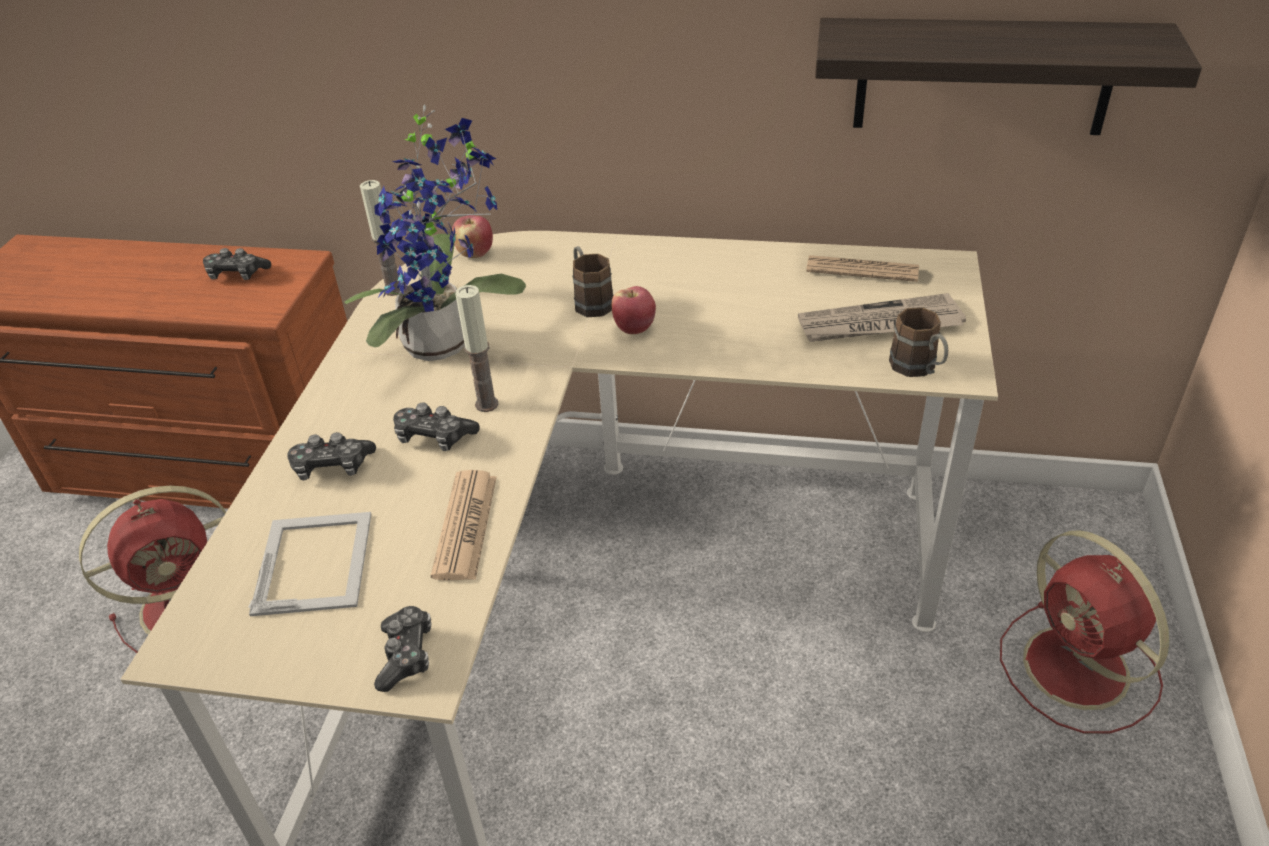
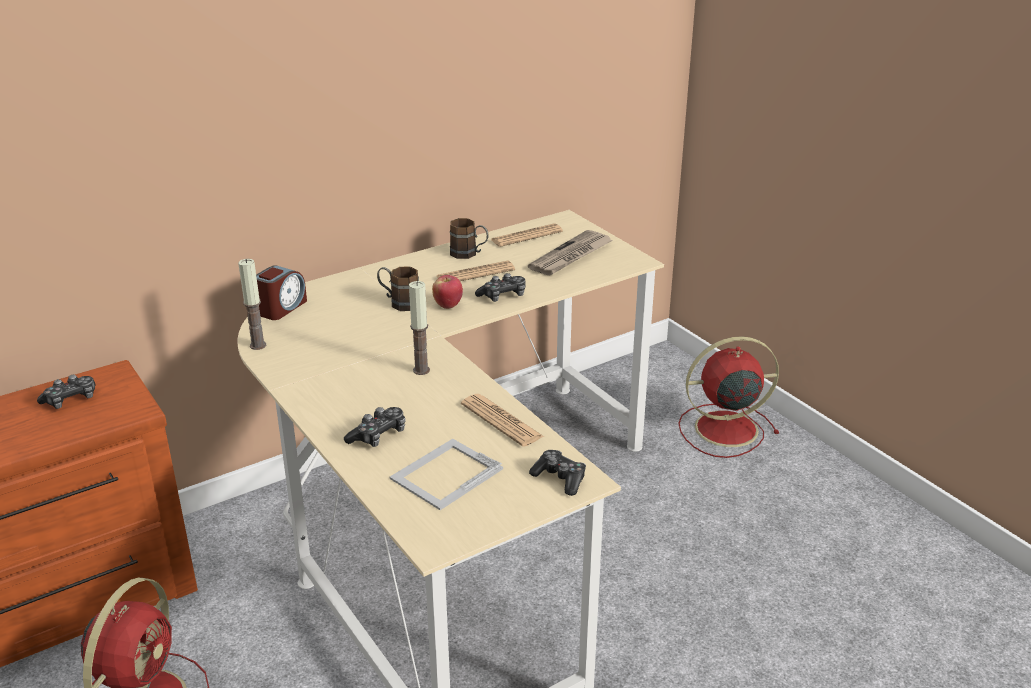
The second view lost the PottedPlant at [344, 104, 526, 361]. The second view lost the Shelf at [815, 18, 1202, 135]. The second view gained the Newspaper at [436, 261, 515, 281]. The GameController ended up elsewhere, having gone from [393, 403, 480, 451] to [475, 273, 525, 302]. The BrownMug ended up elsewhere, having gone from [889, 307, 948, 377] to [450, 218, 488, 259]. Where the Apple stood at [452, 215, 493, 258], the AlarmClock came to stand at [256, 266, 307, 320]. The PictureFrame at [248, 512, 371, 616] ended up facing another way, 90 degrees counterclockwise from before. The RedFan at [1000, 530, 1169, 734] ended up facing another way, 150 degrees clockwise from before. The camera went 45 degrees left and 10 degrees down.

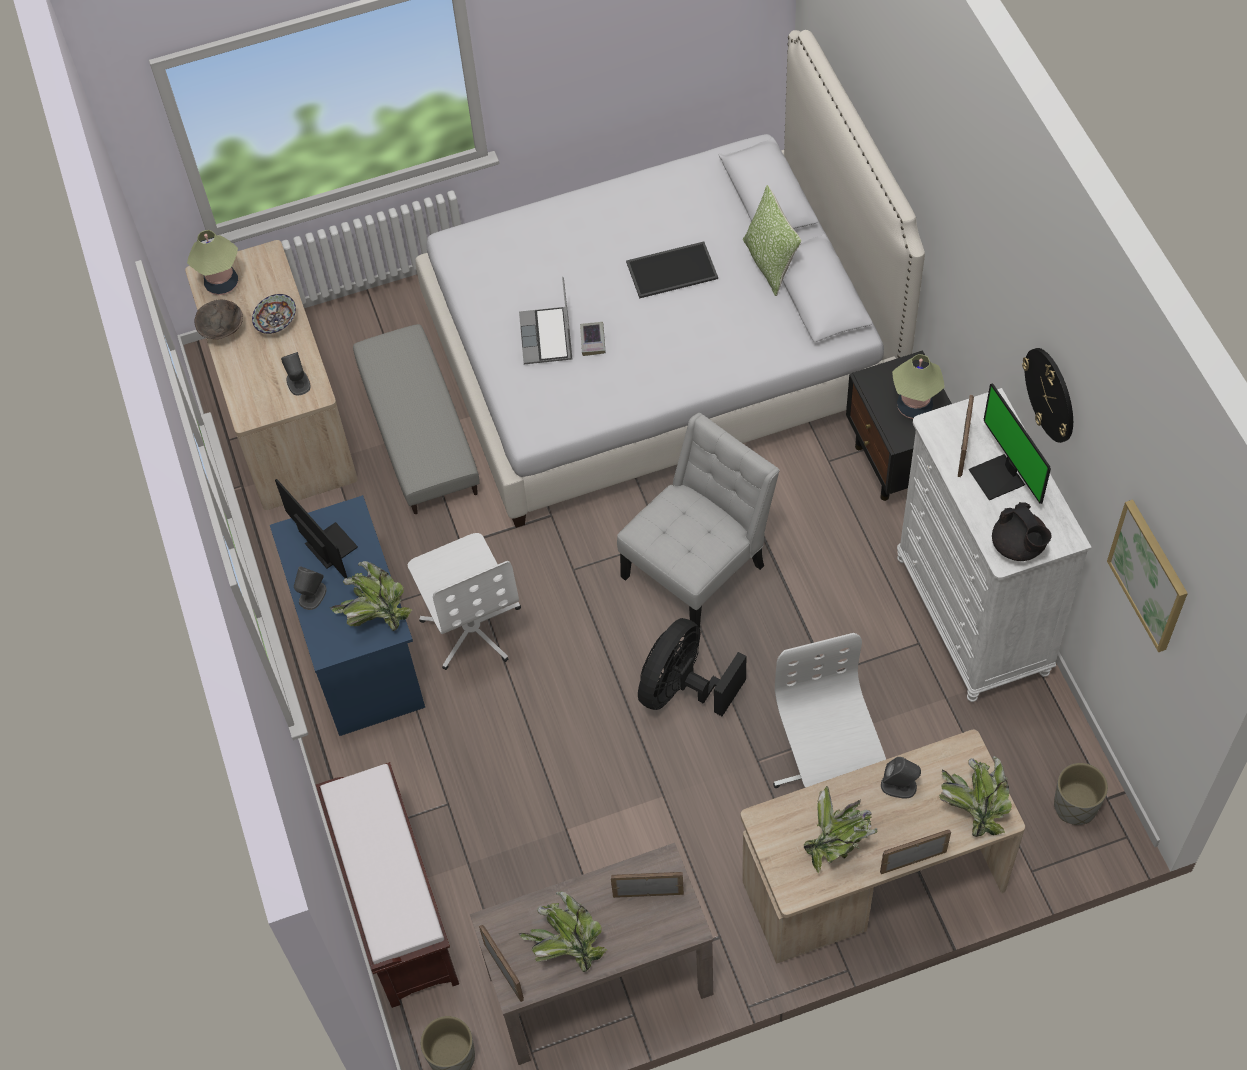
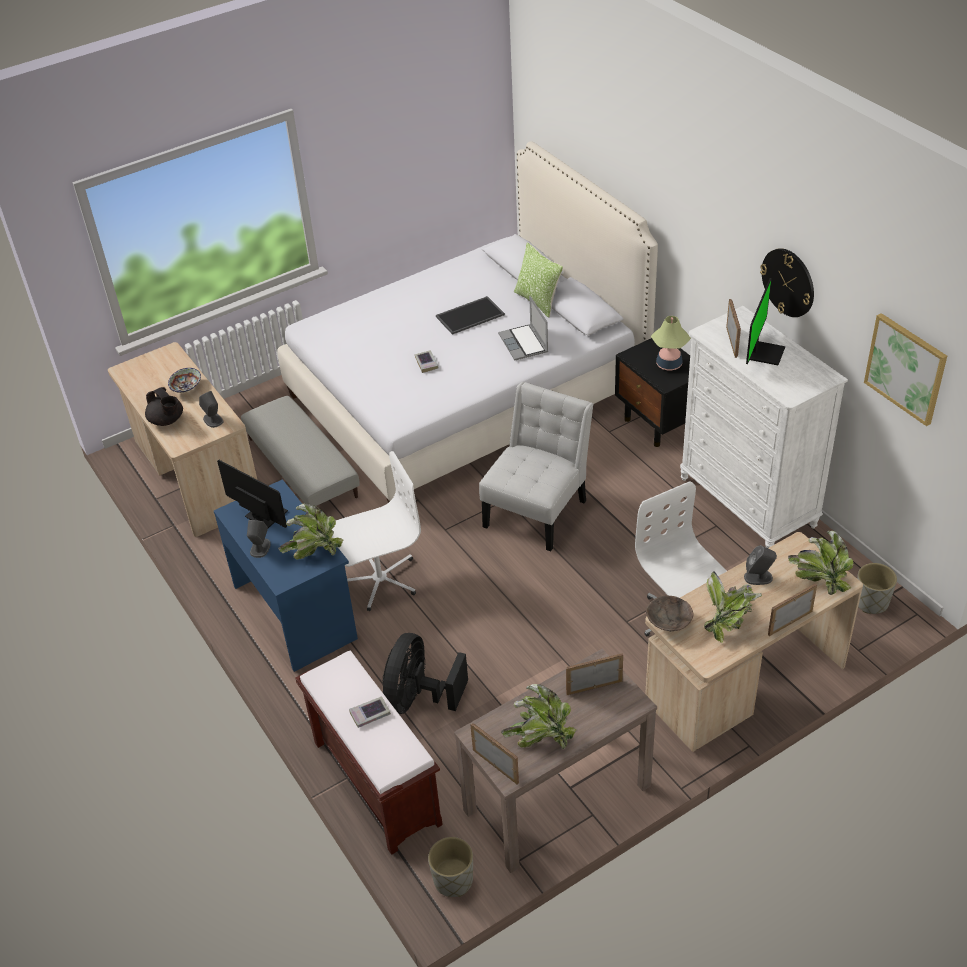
The second view lost the TableLamp at [187, 230, 238, 295]. The second view gained the Book at [349, 696, 391, 728]. The BrownBowl ended up elsewhere, having gone from [195, 300, 243, 339] to [646, 596, 694, 631]. The Laptop ended up elsewhere, having gone from [519, 277, 573, 364] to [498, 296, 548, 361]. The BlackFan ended up elsewhere, having gone from [638, 618, 746, 716] to [382, 633, 468, 714]. The BlackTeapot ended up elsewhere, having gone from [992, 502, 1052, 561] to [145, 387, 183, 426]. The WhiteOfficeChair at [408, 533, 521, 670] ended up facing another way, 75 degrees counterclockwise from before. The Monitor at [969, 384, 1051, 504] ended up facing another way, 120 degrees counterclockwise from before. The camera went 15 degrees left and 15 degrees down.

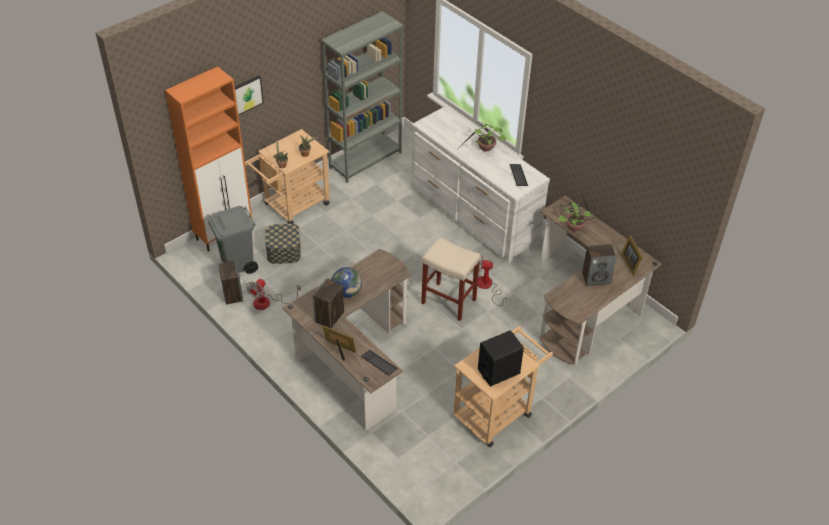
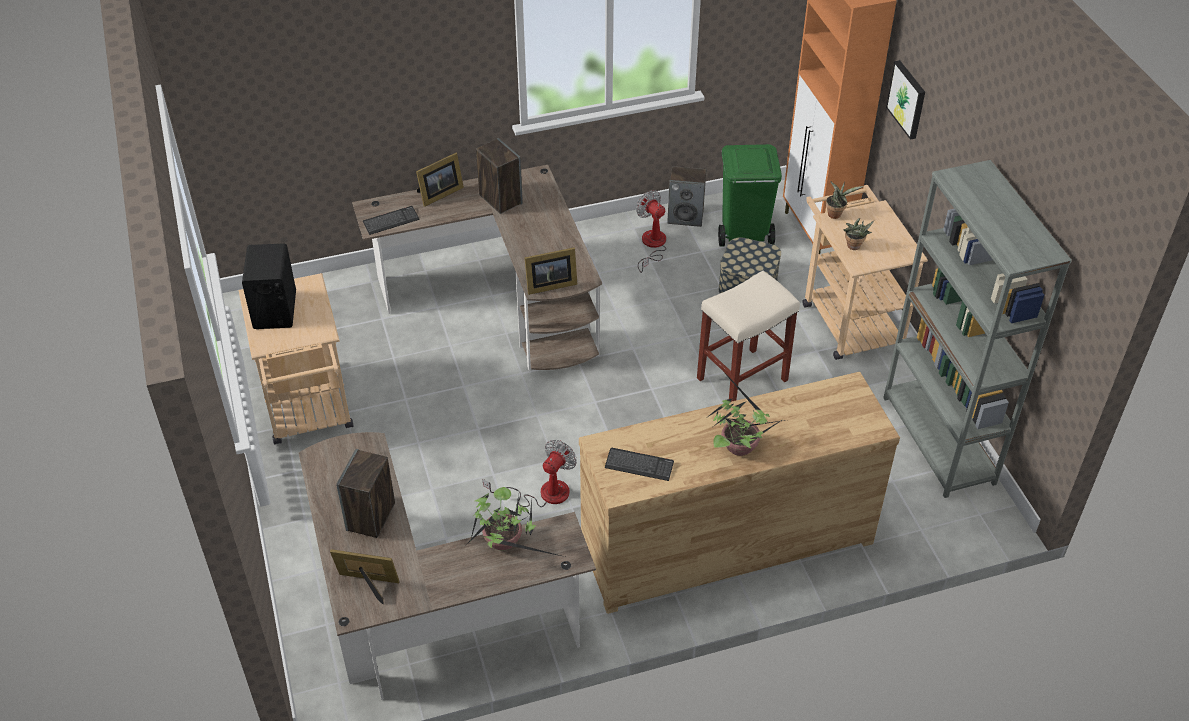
The second view lost the Globe at [332, 267, 362, 298]. The second view gained the PictureFrame at [525, 247, 577, 295]. The BeigeStool ended up elsewhere, having gone from [421, 237, 481, 321] to [697, 271, 800, 402]. What was the GreyTrashCan at [208, 206, 258, 274] turned into the GreenTrashCan at [718, 144, 782, 246]. What was the WhiteDresser at [411, 106, 550, 263] turned into the BrownDresser at [579, 372, 900, 614]. The camera went 115 degrees right and 0 degrees up.

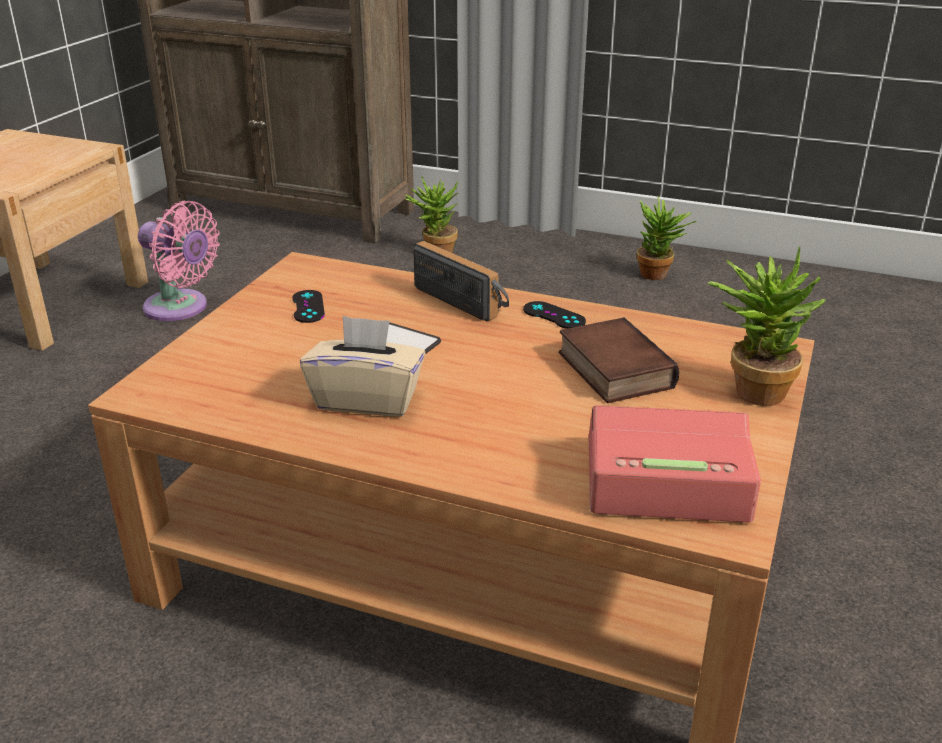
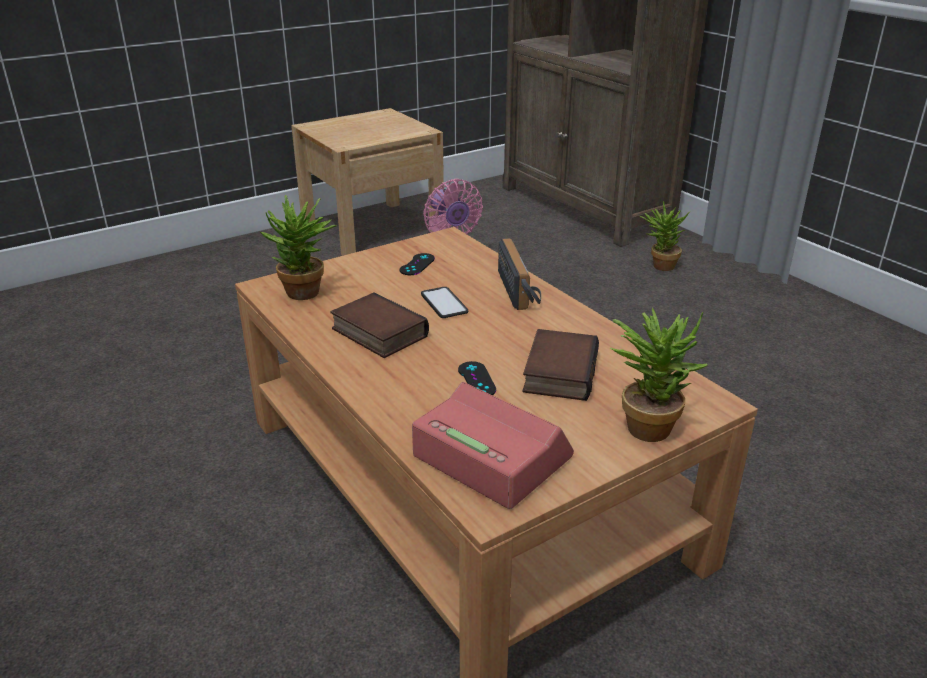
The BlackGameController ended up elsewhere, having gone from [523, 301, 586, 329] to [458, 361, 496, 395]. The PottedPlant ended up elsewhere, having gone from [637, 196, 697, 280] to [260, 195, 337, 300]. Where the BeigeTissueBox stood at [300, 316, 426, 416], the Book came to stand at [331, 292, 429, 358]. The camera went 35 degrees right and 0 degrees up.

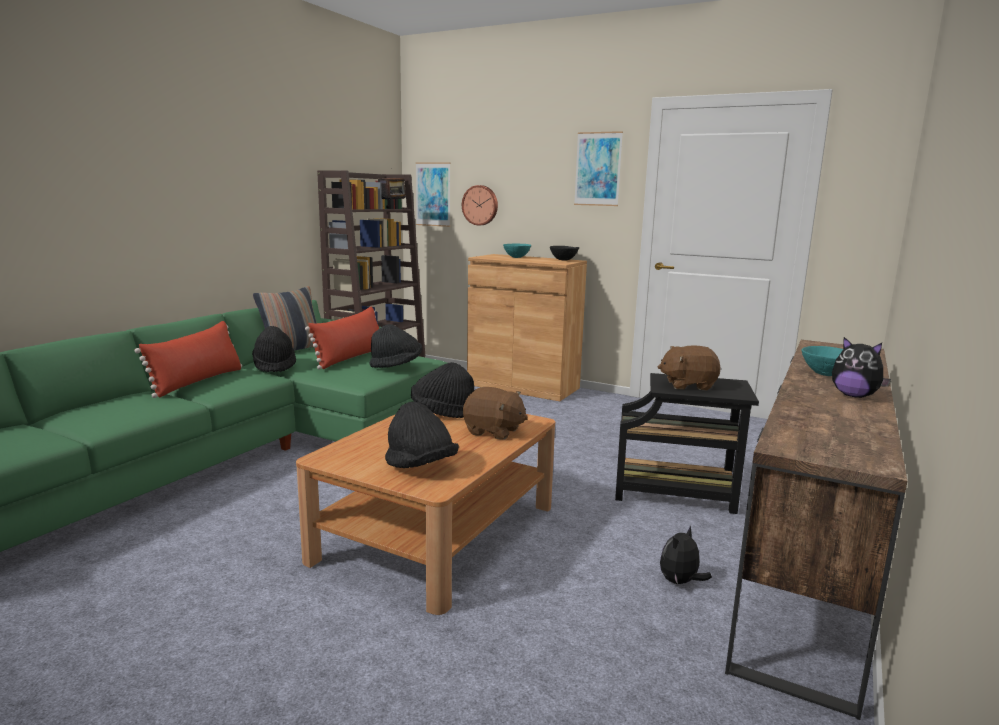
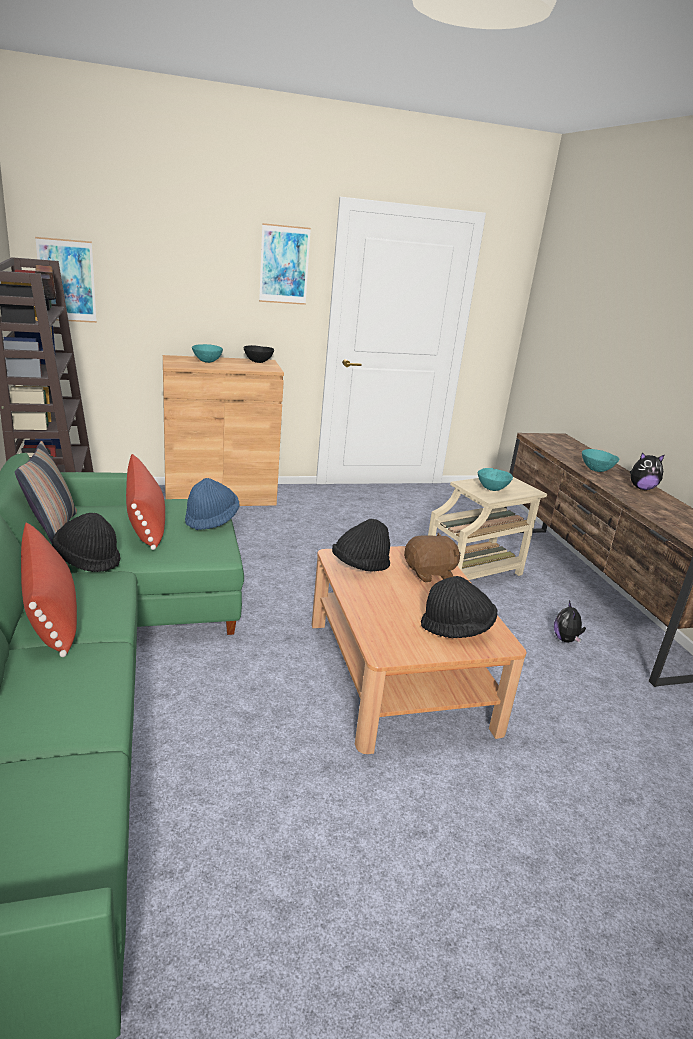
The second view lost the WallClock at [462, 185, 498, 226]. Where the BrownPlushToy stood at [658, 345, 721, 390], the TurquoiseBowl came to stand at [478, 468, 513, 491]. What was the BlackHat at [369, 324, 422, 368] turned into the BlueHat at [185, 478, 240, 530]. What was the BlackSideTable at [615, 373, 759, 514] turned into the BeigeSideTable at [428, 477, 547, 580]. The camera went 45 degrees left and 10 degrees up.

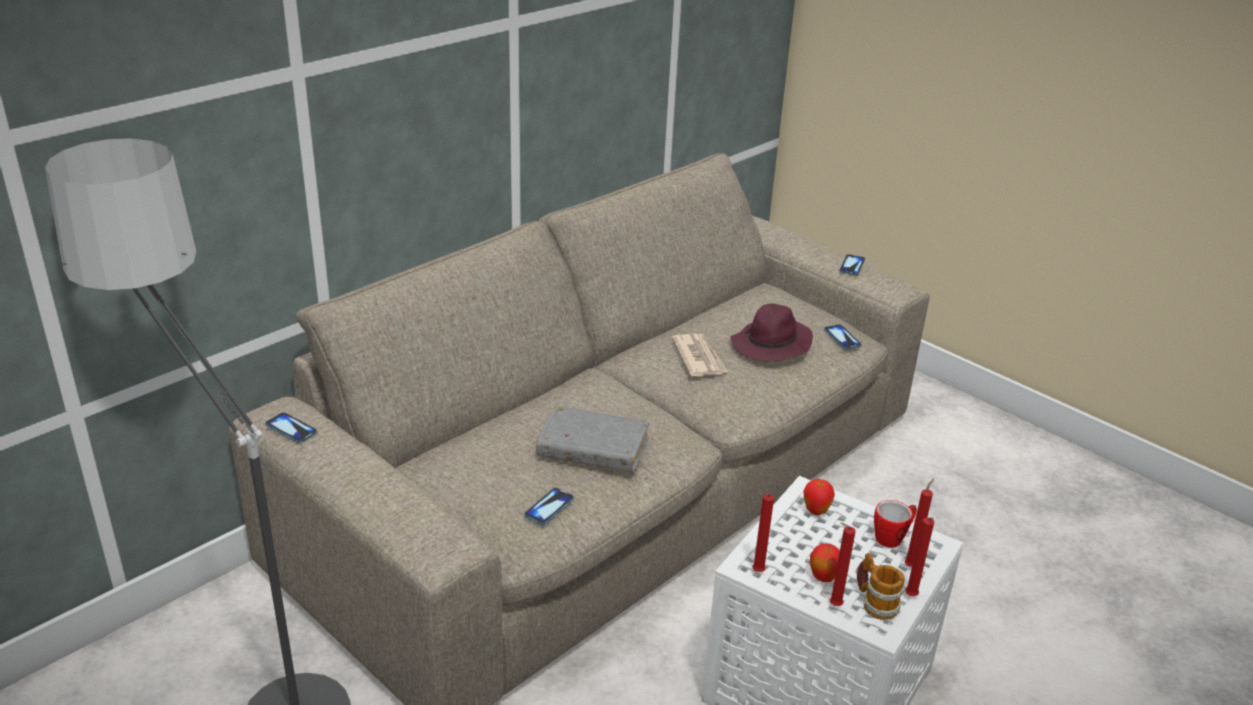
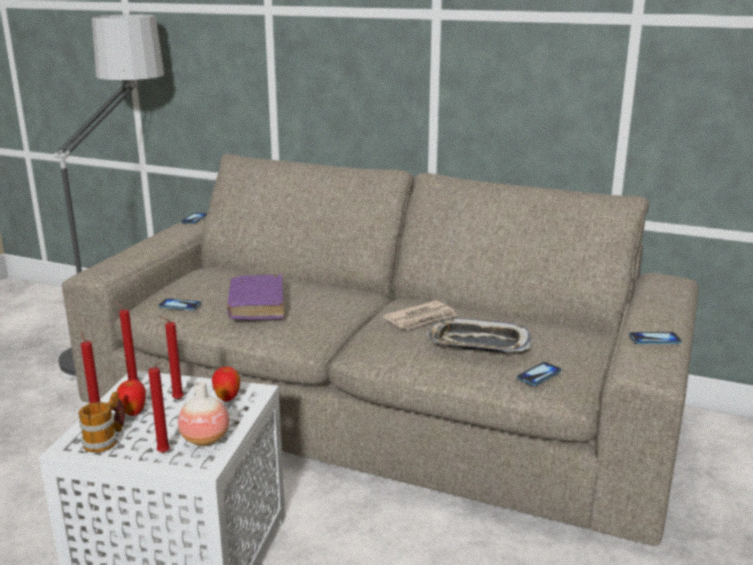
The RedCandle ended up elsewhere, having gone from [905, 517, 934, 596] to [159, 316, 184, 400]. Where the PurpleHat stood at [730, 303, 813, 361], the Tray came to stand at [427, 318, 532, 353]. Where the Mug stood at [874, 500, 917, 548], the Vase came to stand at [178, 381, 229, 446]. What was the GreyBook at [536, 405, 649, 472] turned into the PurpleBook at [227, 274, 285, 319]. The camera went 70 degrees right and 10 degrees down.

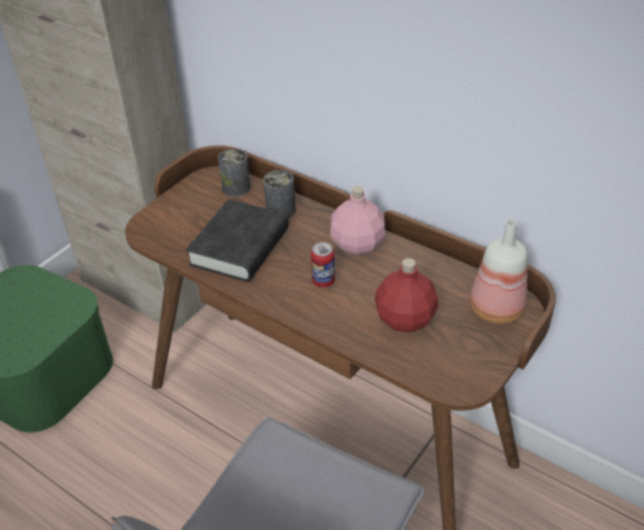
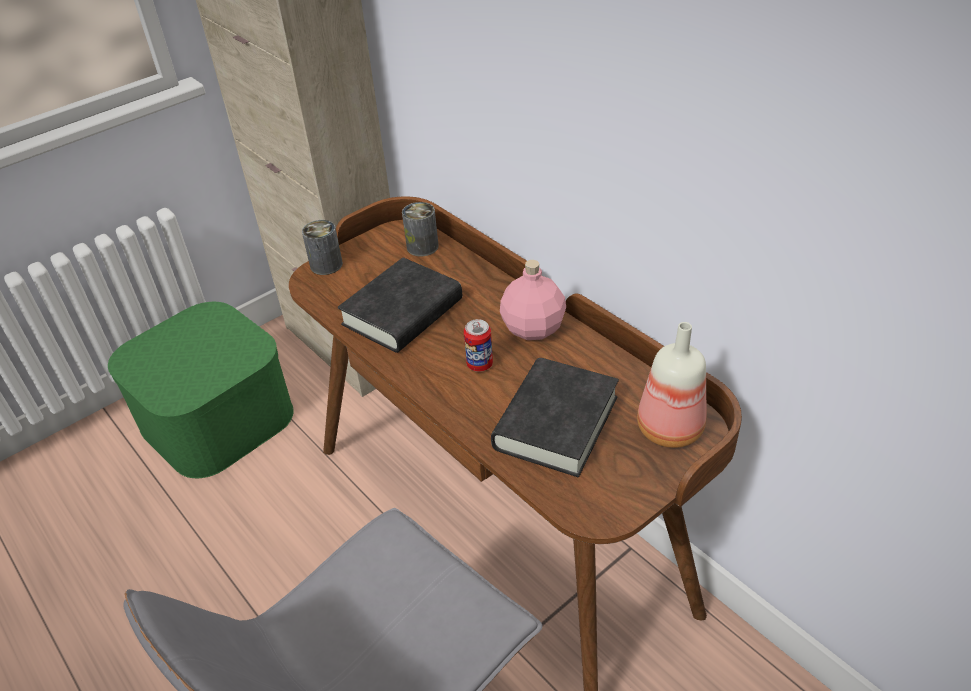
The Can ended up elsewhere, having gone from [263, 170, 296, 218] to [302, 220, 343, 275]. Where the RedBottle stood at [375, 258, 438, 333], the BlackBook came to stand at [491, 358, 619, 477]. The camera went 15 degrees right and 0 degrees up.

